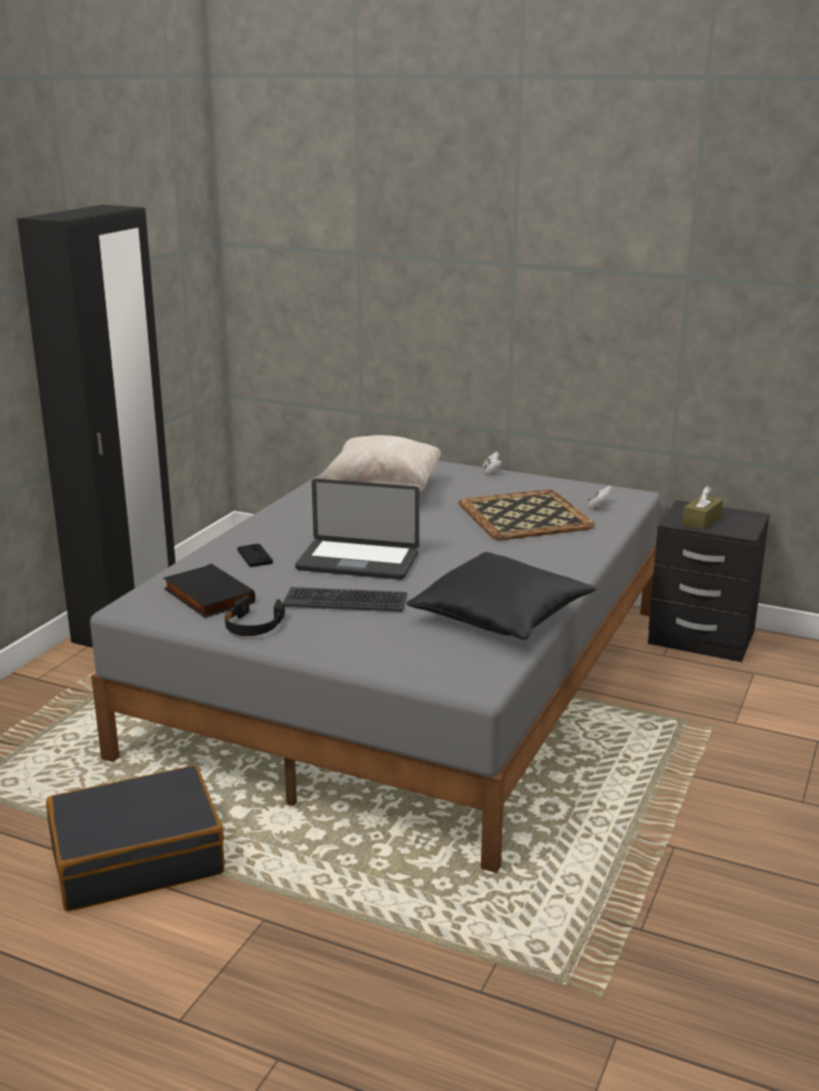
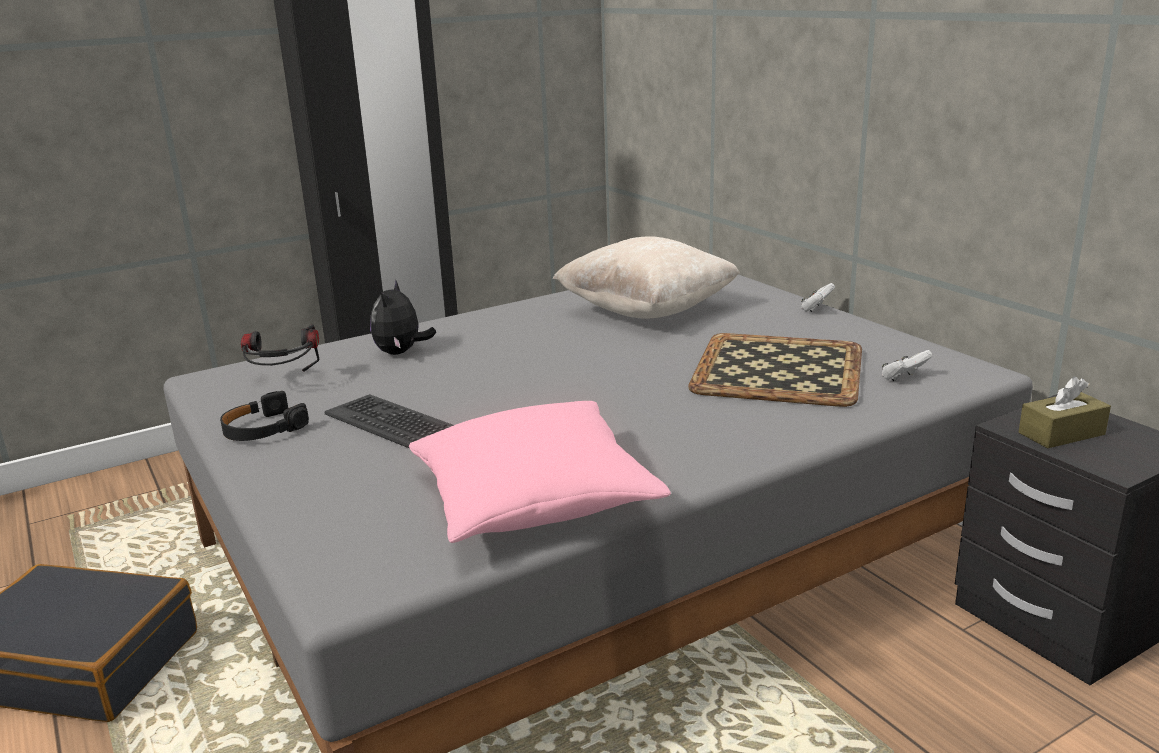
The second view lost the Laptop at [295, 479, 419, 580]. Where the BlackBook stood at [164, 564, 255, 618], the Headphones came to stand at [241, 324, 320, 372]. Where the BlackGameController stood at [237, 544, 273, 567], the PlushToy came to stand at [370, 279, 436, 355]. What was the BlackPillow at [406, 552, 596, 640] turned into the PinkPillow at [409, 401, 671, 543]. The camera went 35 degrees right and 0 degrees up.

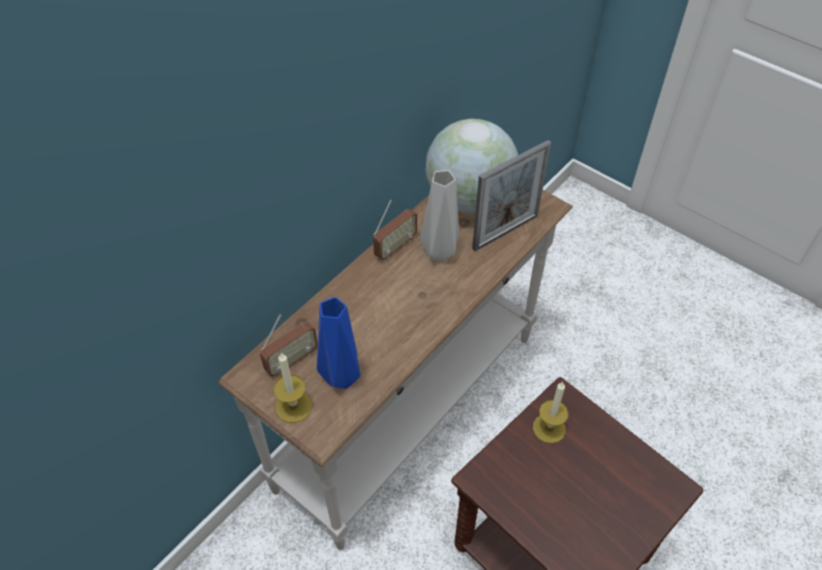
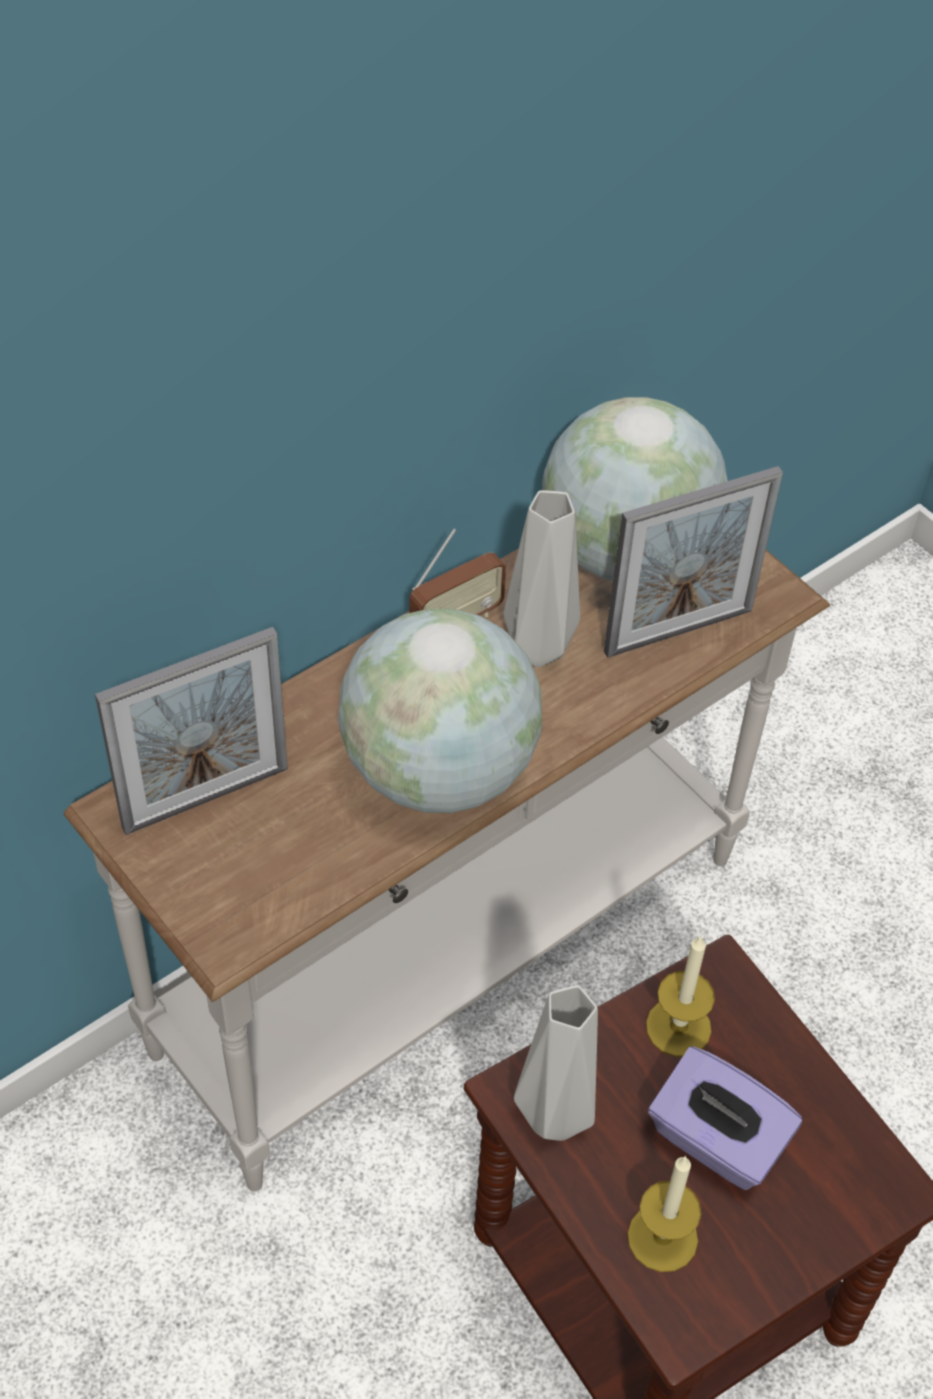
The second view lost the BlueVase at [317, 297, 361, 389]. The second view gained the Globe at [338, 608, 542, 813]. The second view gained the GreyVase at [514, 985, 598, 1141]. The second view gained the PurpleTissueBox at [648, 1046, 802, 1190]. The Candle ended up elsewhere, having gone from [273, 352, 312, 423] to [627, 1156, 701, 1272]. Where the Radio stood at [260, 315, 318, 377], the PictureFrame came to stand at [95, 627, 288, 835]. The camera went 10 degrees right and 0 degrees up.

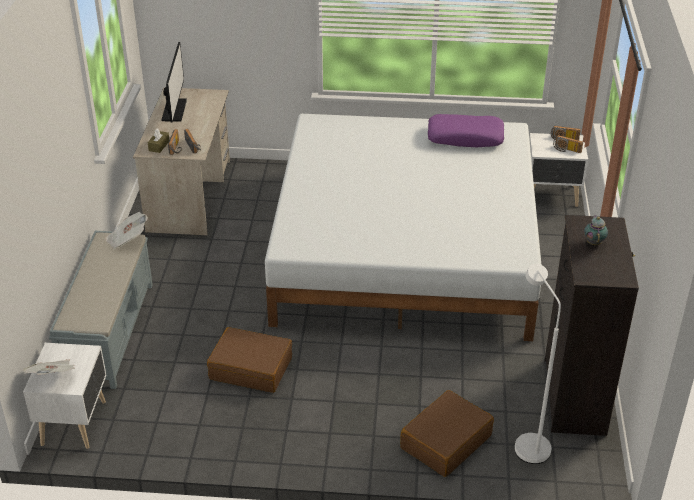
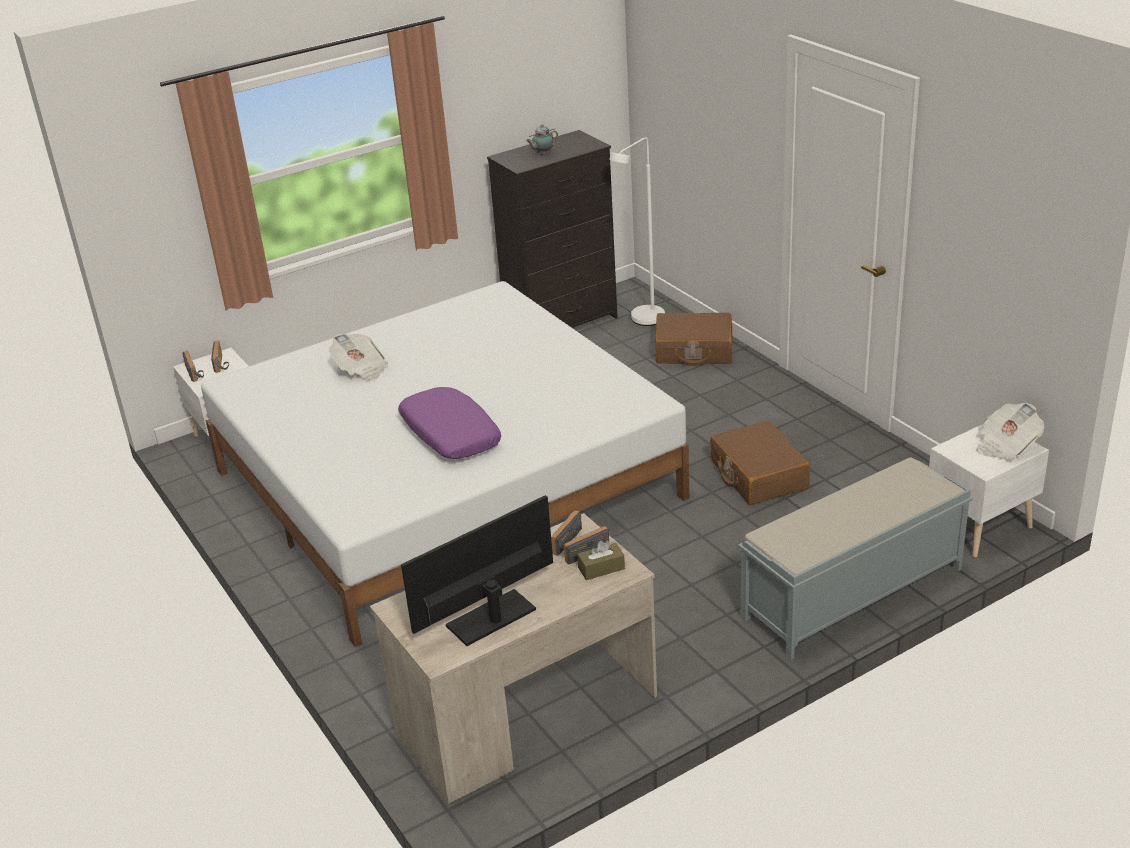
The Newspaper ended up elsewhere, having gone from [105, 212, 148, 249] to [329, 333, 388, 381]. The PurplePillow ended up elsewhere, having gone from [428, 114, 504, 147] to [398, 387, 501, 459]. The camera went 125 degrees left and 5 degrees down.

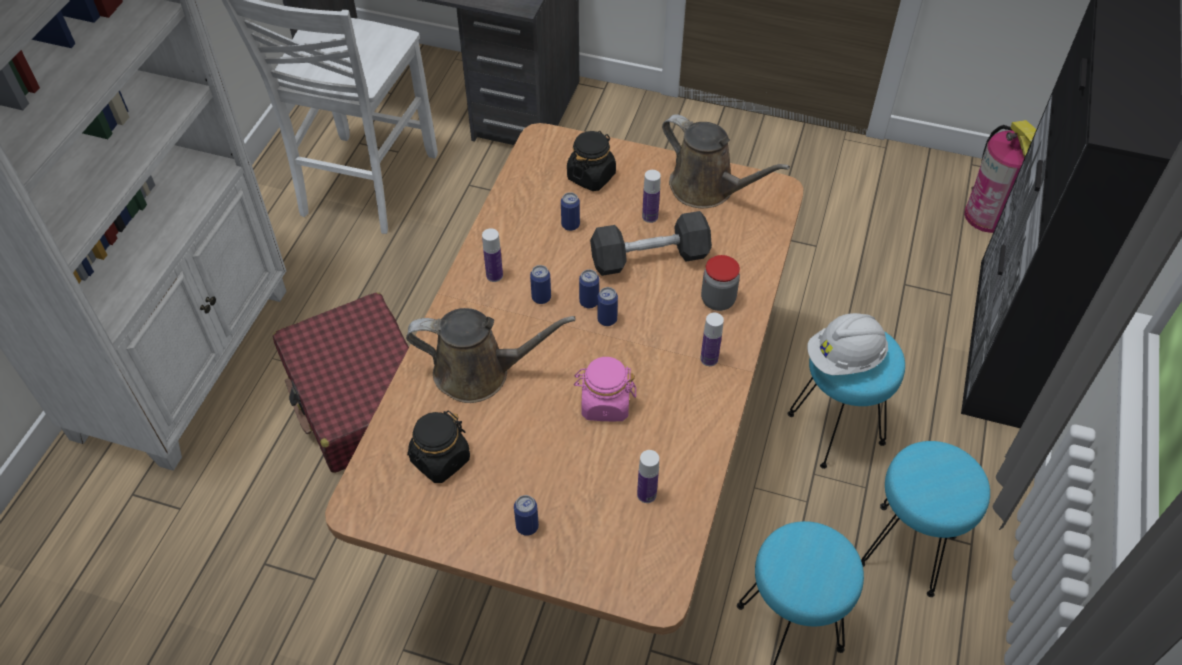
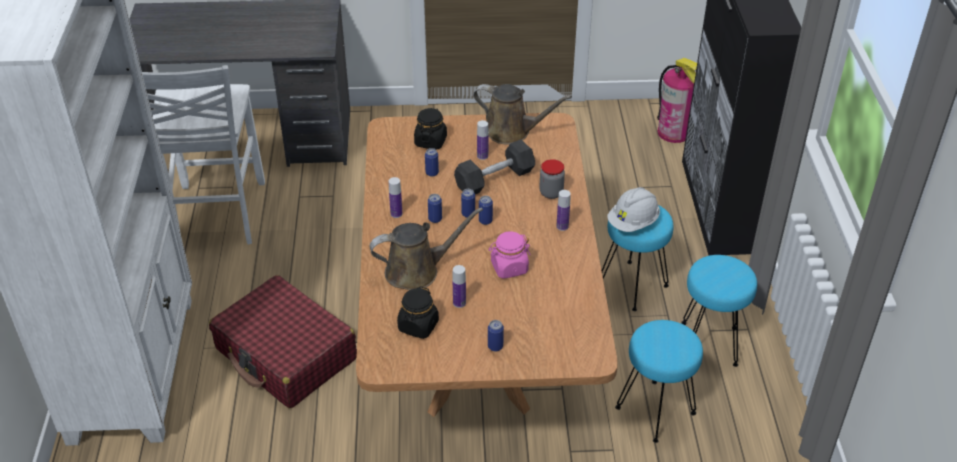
The Bottle ended up elsewhere, having gone from [637, 450, 659, 503] to [453, 265, 466, 308]. The camera went 20 degrees left and 10 degrees down.

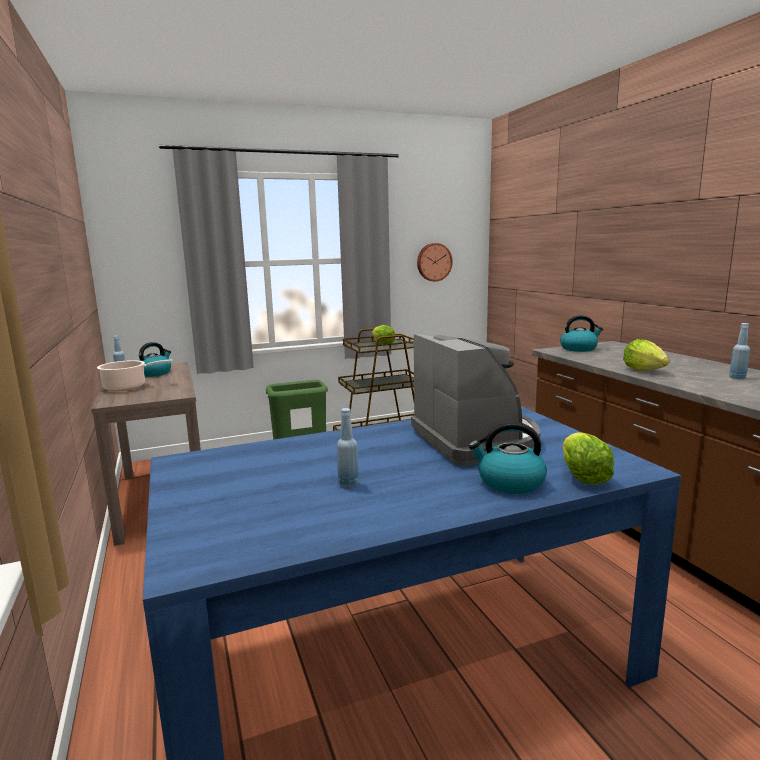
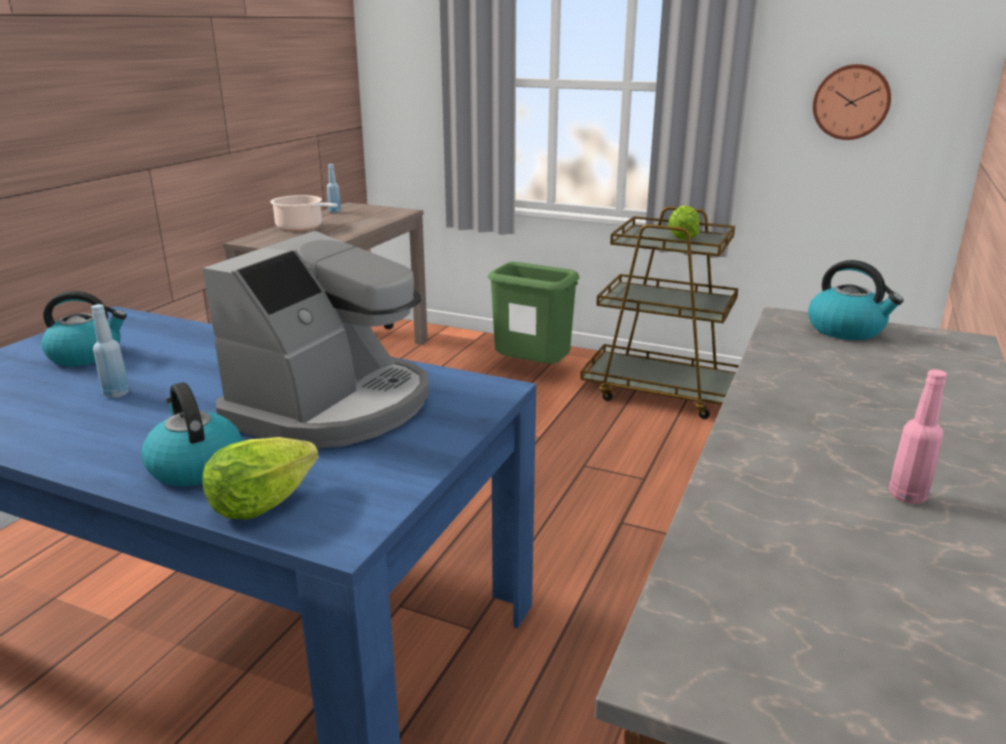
The second view lost the Lettuce at [623, 339, 670, 371]. The Kettle ended up elsewhere, having gone from [138, 342, 171, 377] to [41, 291, 127, 366]. What was the BlueBottle at [729, 323, 750, 379] turned into the PinkBottle at [889, 369, 947, 504]. The camera went 45 degrees right and 10 degrees up.

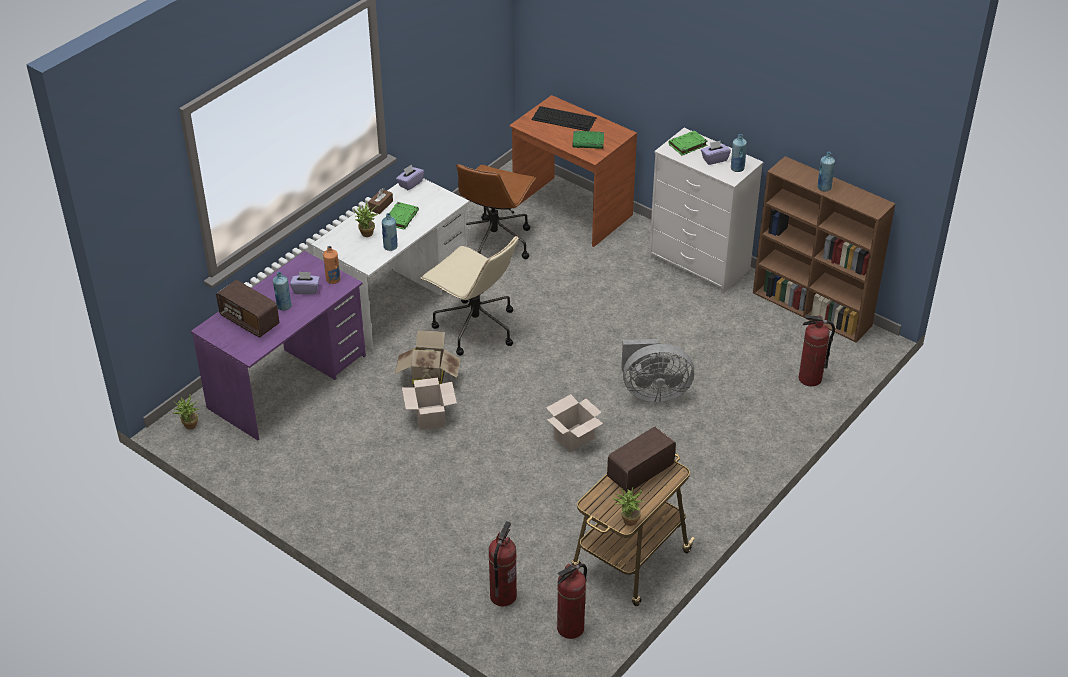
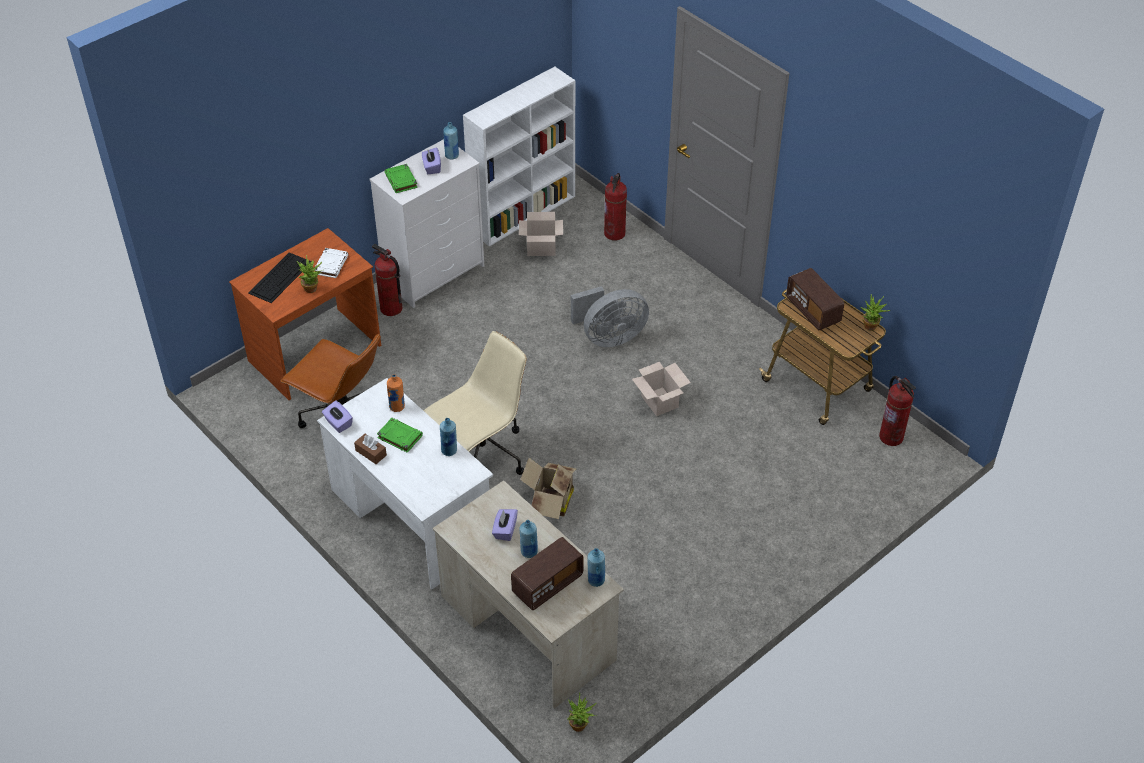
The OrangeBottle ended up elsewhere, having gone from [323, 246, 341, 284] to [387, 374, 405, 412]. The PottedPlant ended up elsewhere, having gone from [353, 201, 378, 237] to [297, 255, 322, 293]. The CardboardBox ended up elsewhere, having gone from [402, 378, 457, 430] to [519, 212, 563, 256]. The FireExtinguisher ended up elsewhere, having gone from [488, 521, 517, 606] to [372, 244, 403, 316]. The BlueBottle ended up elsewhere, having gone from [817, 152, 835, 192] to [587, 548, 605, 587]. What was the PurpleDesk at [191, 251, 366, 440] turned into the BeigeDesk at [432, 480, 624, 709]. What was the GreenBook at [572, 131, 604, 149] turned into the WhiteBook at [315, 248, 349, 278]. What was the BrownBookcase at [753, 156, 895, 343] turned into the WhiteBookcase at [463, 67, 575, 246]. The GreyFan at [621, 339, 694, 402] ended up facing another way, 60 degrees clockwise from before. The camera went 80 degrees left and 5 degrees up.

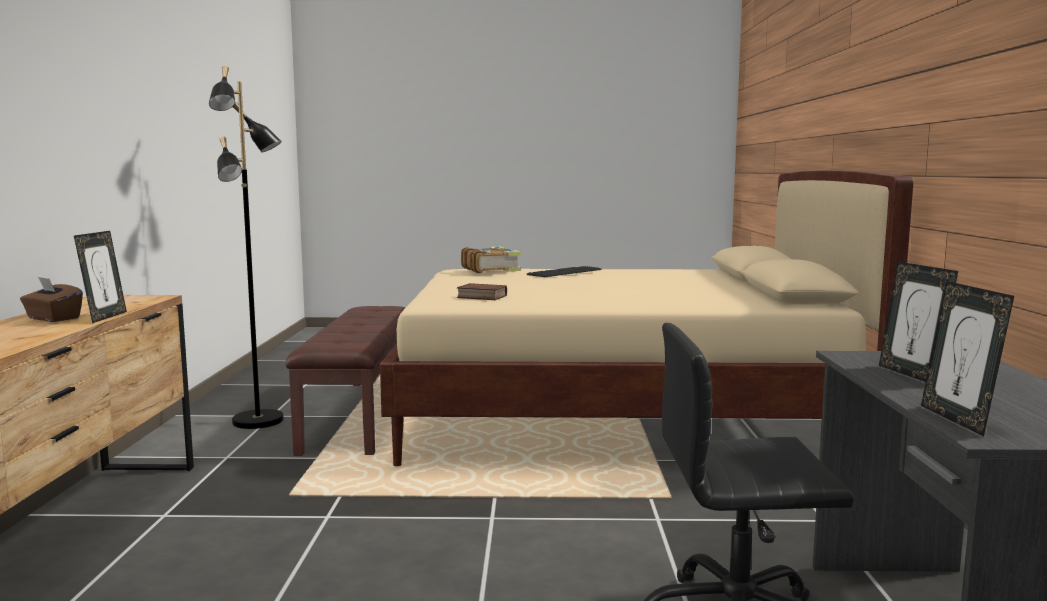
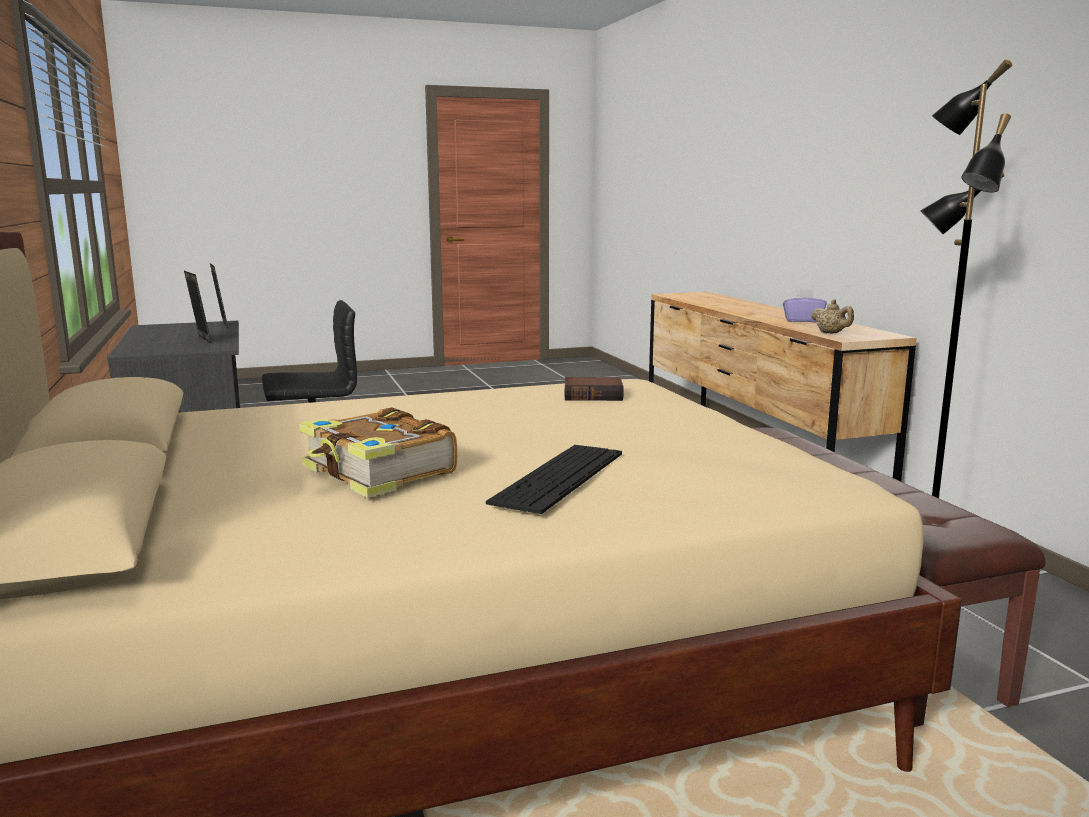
The second view lost the PictureFrame at [74, 231, 127, 323]. The second view gained the BeigeTeapot at [811, 299, 854, 334]. The Book ended up elsewhere, having gone from [461, 247, 521, 273] to [299, 407, 457, 498]. What was the BrownTissueBox at [20, 277, 83, 322] turned into the PurpleTissueBox at [783, 289, 827, 322]. The camera went 160 degrees right and 5 degrees up.

